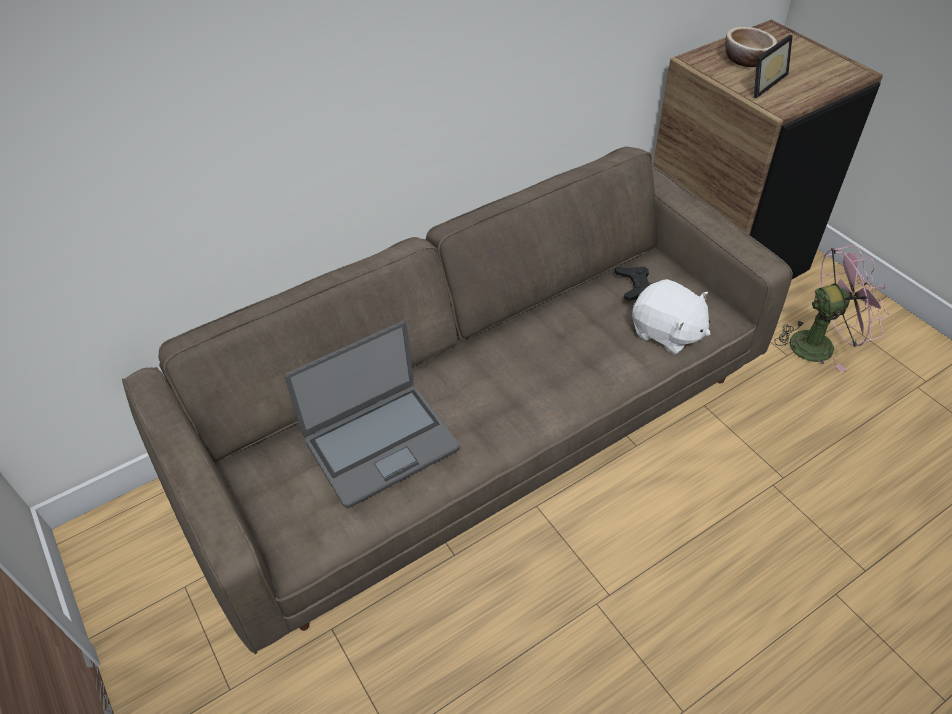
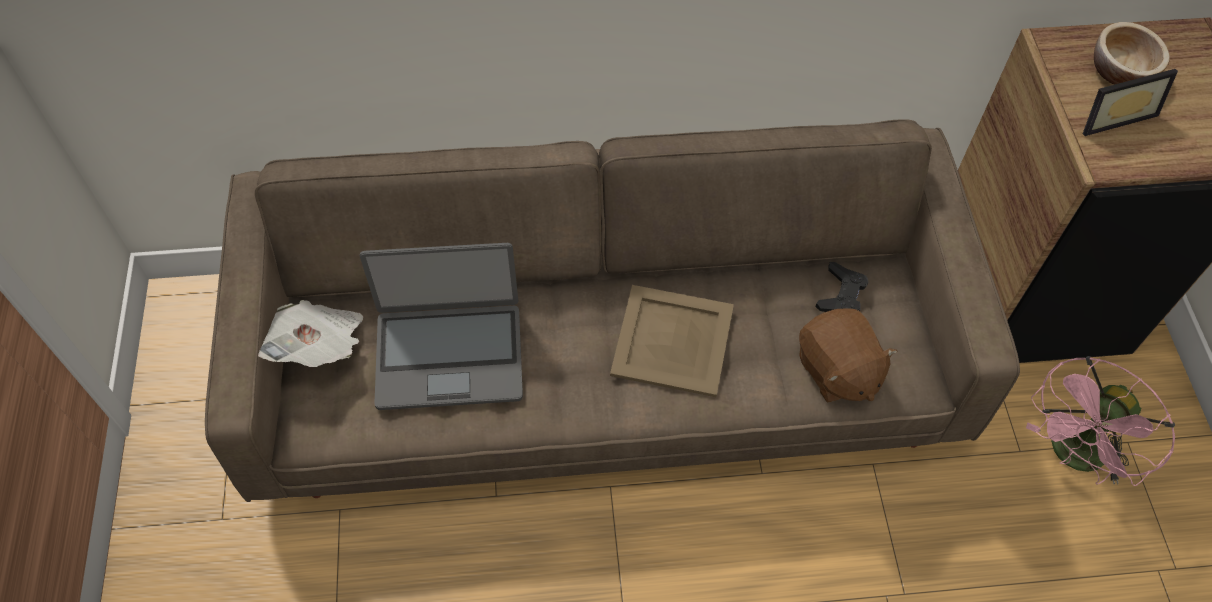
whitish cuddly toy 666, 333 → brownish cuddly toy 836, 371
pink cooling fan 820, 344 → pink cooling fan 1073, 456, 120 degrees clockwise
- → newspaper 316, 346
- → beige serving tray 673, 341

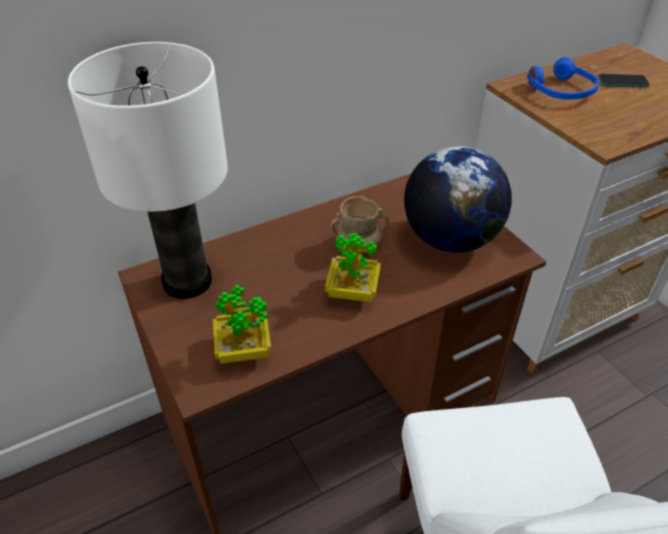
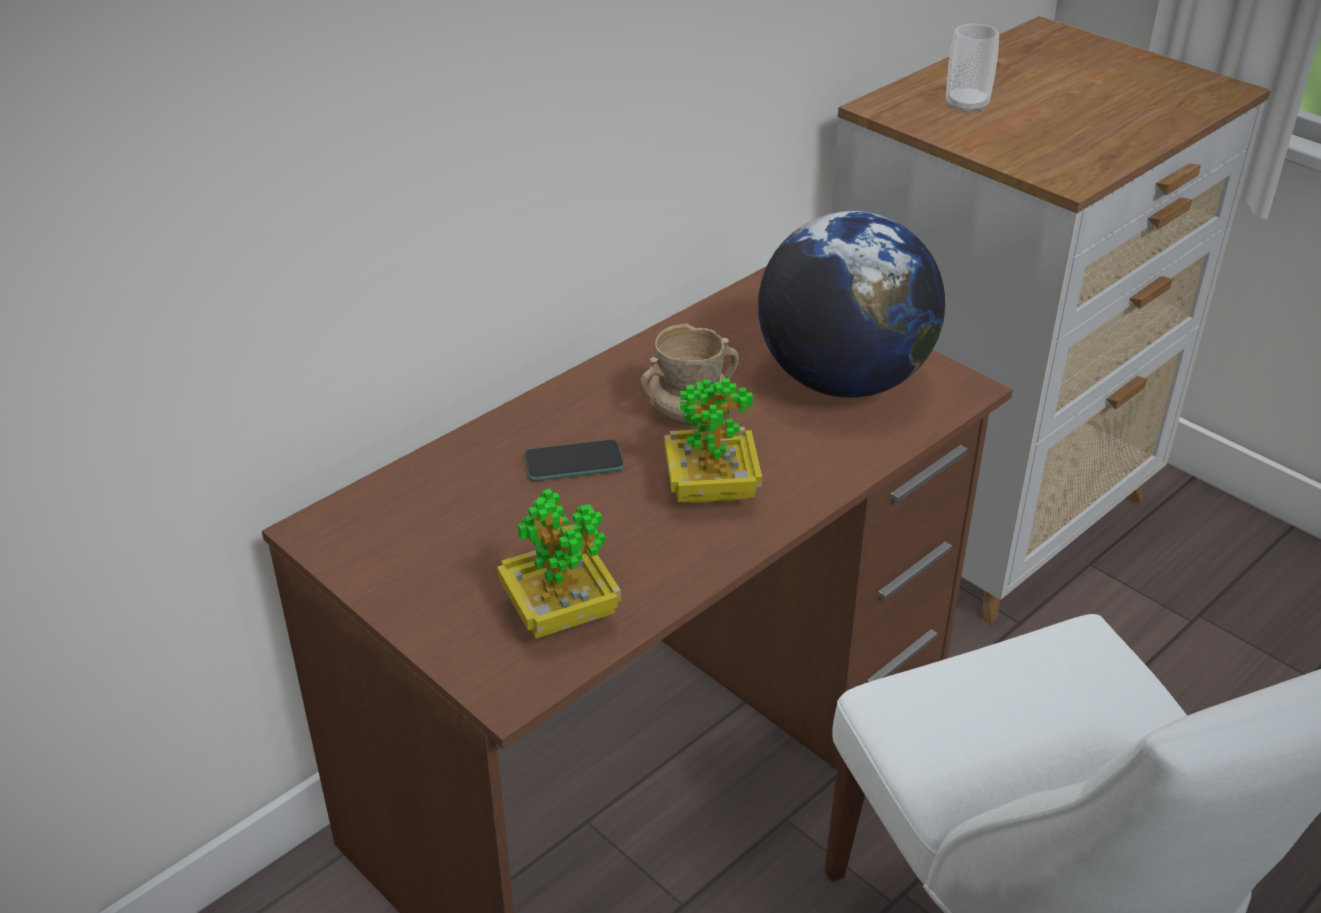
whitish lamp for a table 186, 281 → -
bluish pair of headphones 561, 91 → small cup 966, 106
telephone 623, 82 → telephone 574, 462, shifted

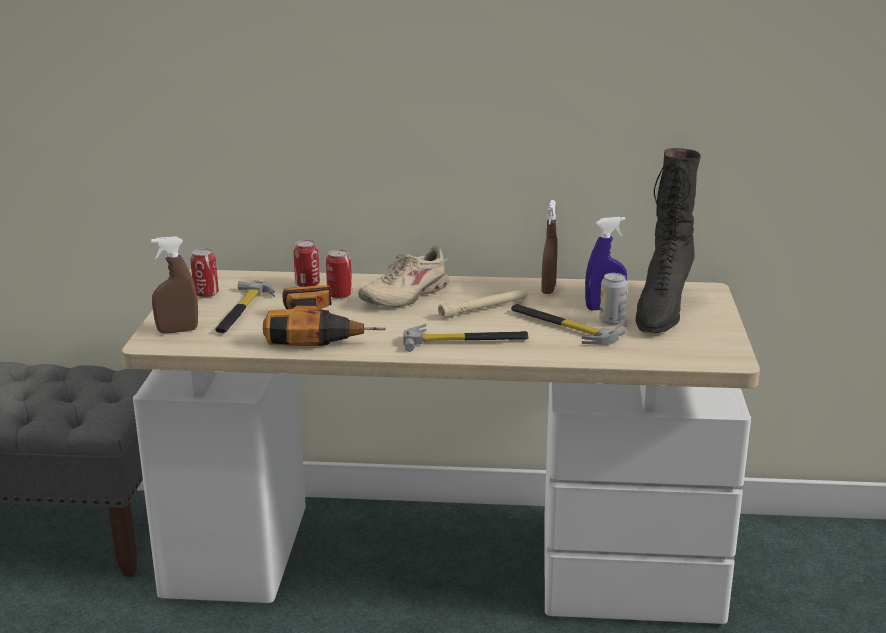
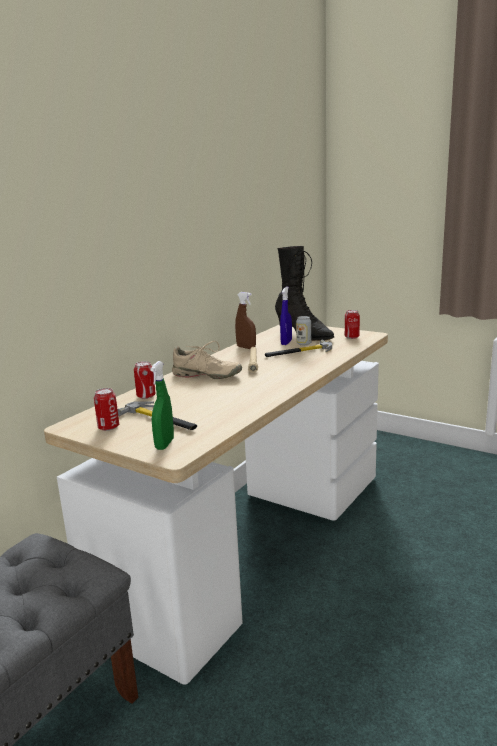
brownish hand sprayer 177, 330 → greenish hand sprayer 164, 444
drill 320, 329 → -
metal can 339, 295 → metal can 351, 337, shifted
beige item of footwear 404, 296 → beige item of footwear 206, 375, 60 degrees counterclockwise
hand hammer 465, 341 → -

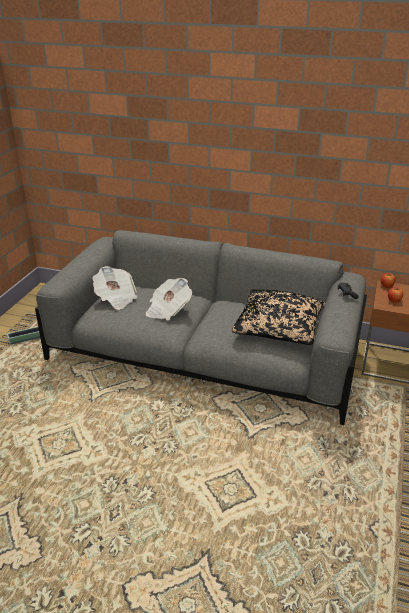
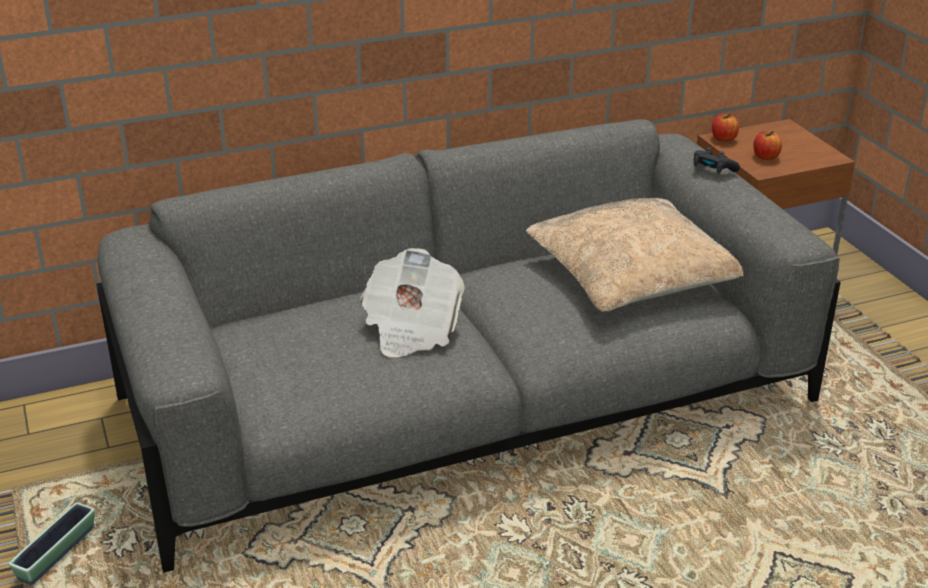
newspaper 116, 298 → -
black throw pillow 279, 327 → beige throw pillow 633, 274

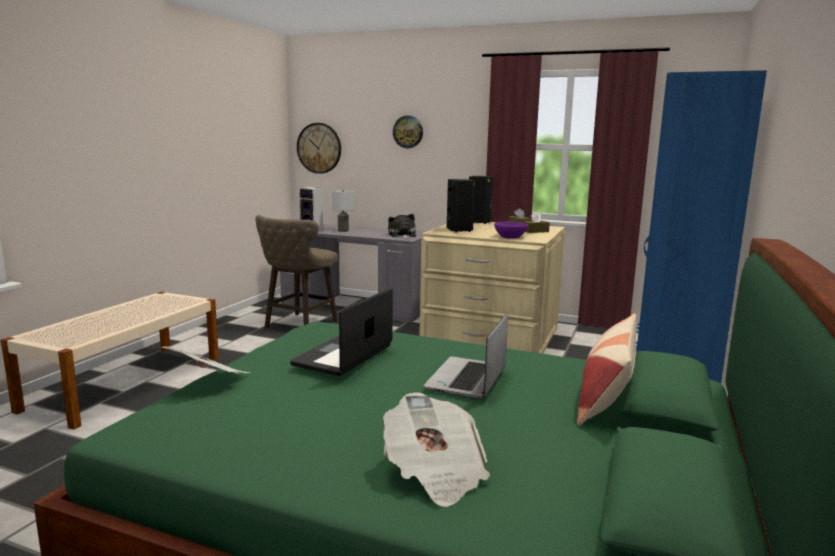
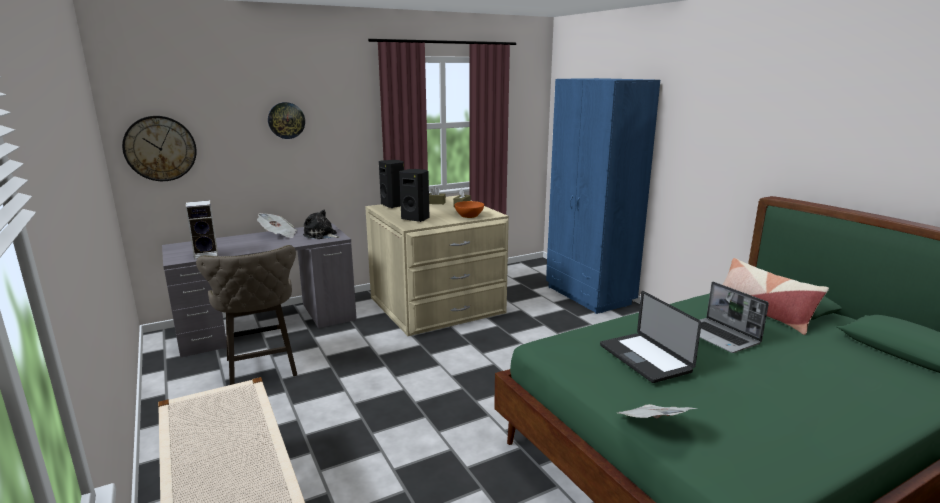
whitish lamp for a table 342, 231 → -
newspaper 435, 473 → newspaper 278, 235, shifted
purplish bowl 510, 237 → orangey bowl 469, 215

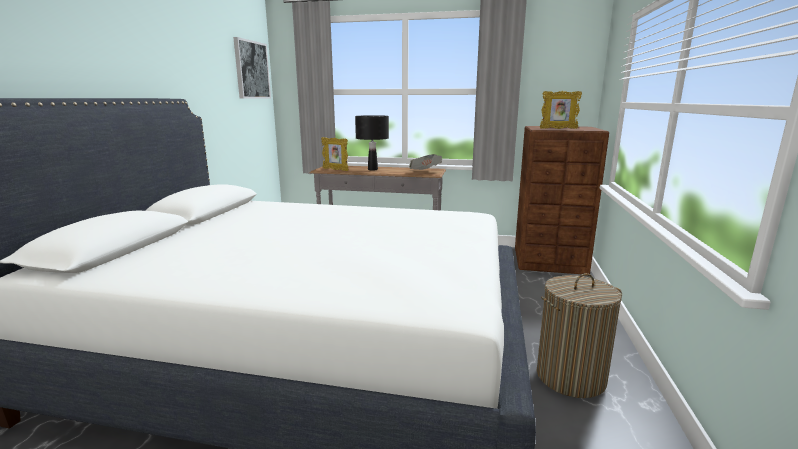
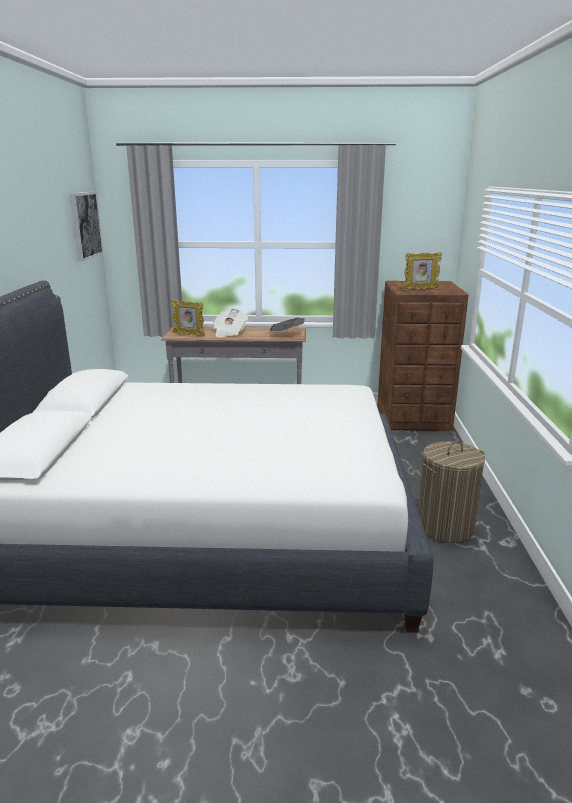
black lamp for a table 372, 169 → newspaper 229, 333

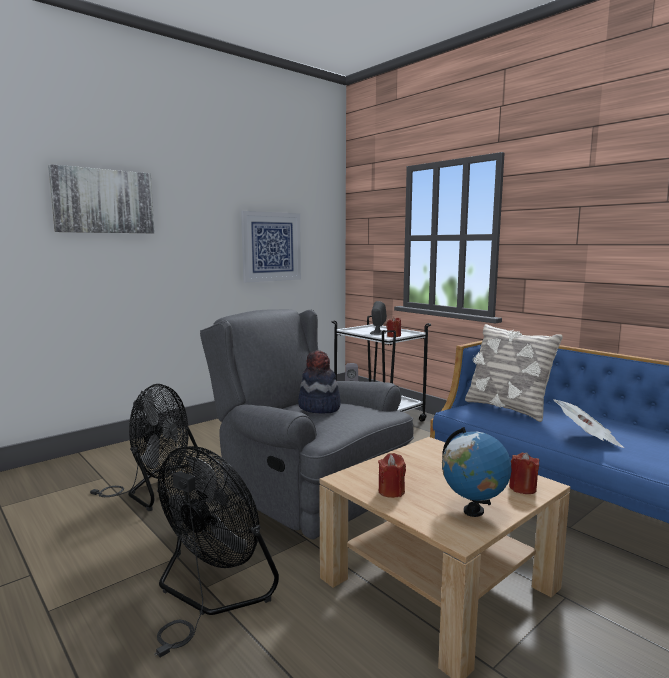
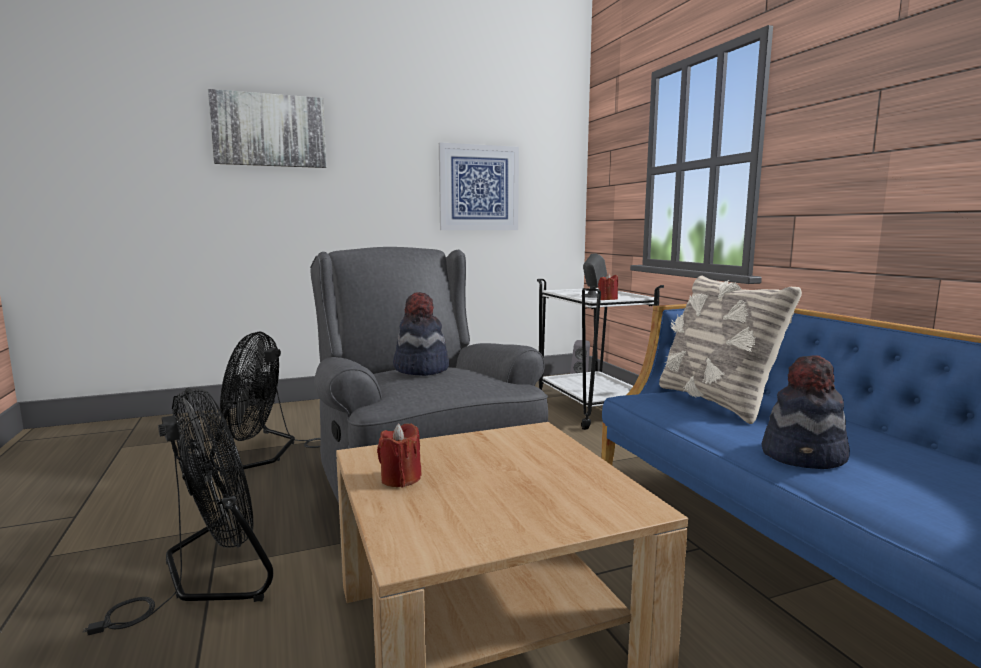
black cooling fan 153, 487 → black cooling fan 270, 450, 150 degrees clockwise
globe 473, 511 → -
red wax candle 522, 488 → -
newspaper 587, 439 → clothing hat 804, 456

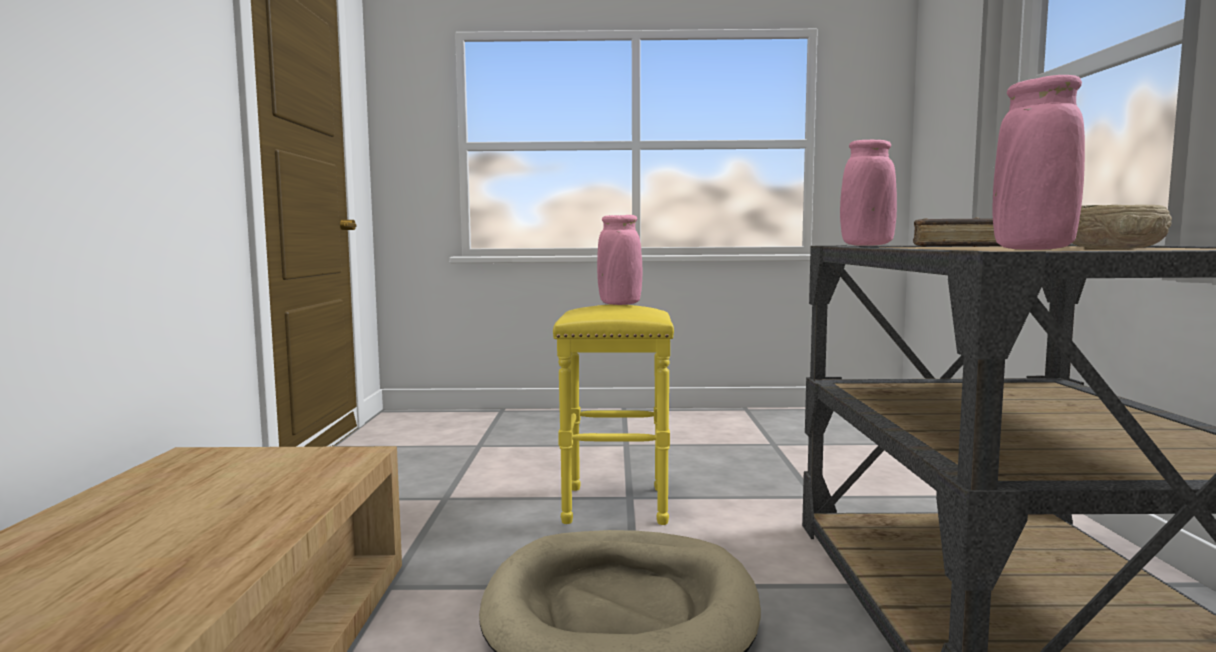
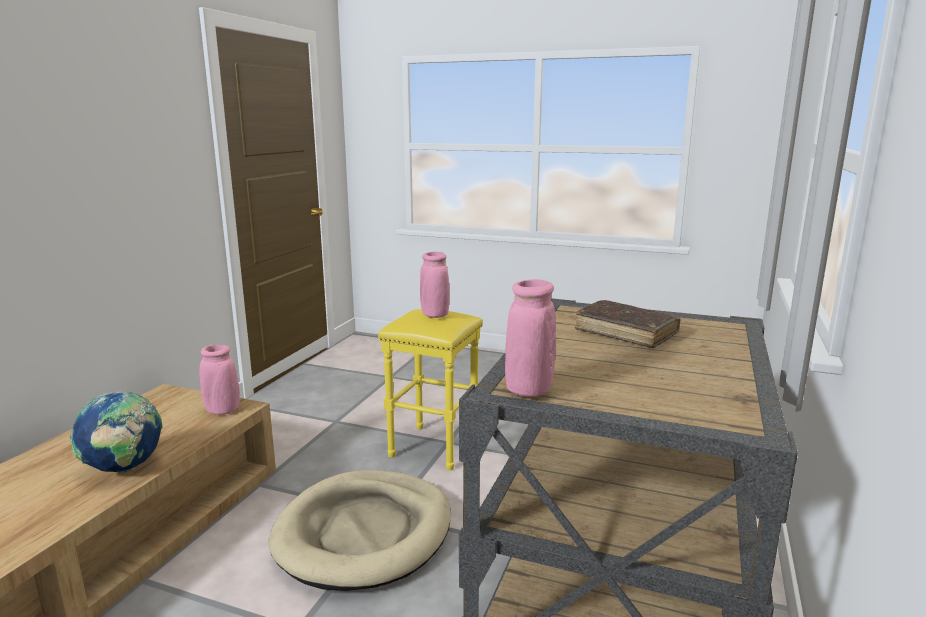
pink decorative vase 867, 245 → pink decorative vase 222, 410, shifted
beige bowl 1111, 248 → -
- → globe 124, 469

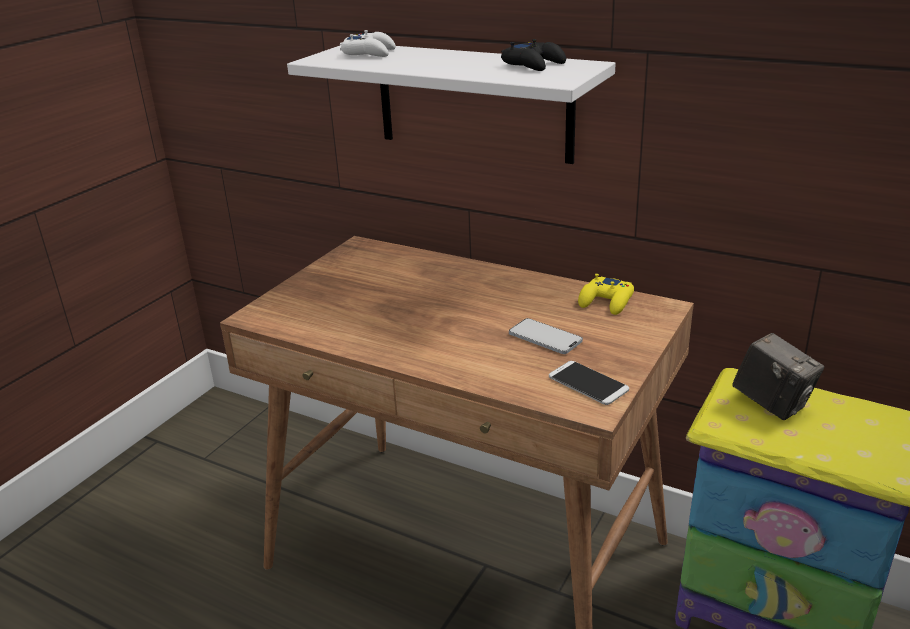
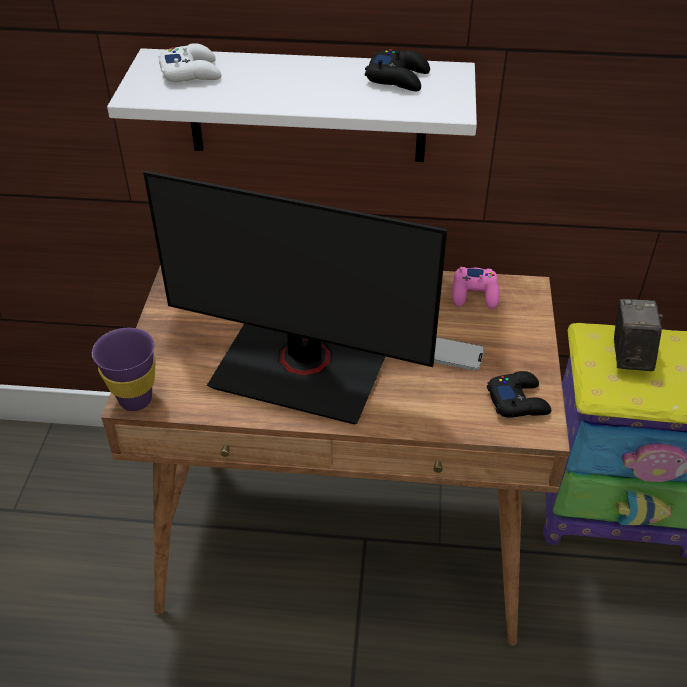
telephone 588, 383 → black game controller 518, 401
yellow-coloured game controller 606, 301 → pink game controller 475, 293
photo camera 772, 404 → photo camera 629, 356, 105 degrees counterclockwise
- → purplish small cup 135, 399
- → computer display 301, 369

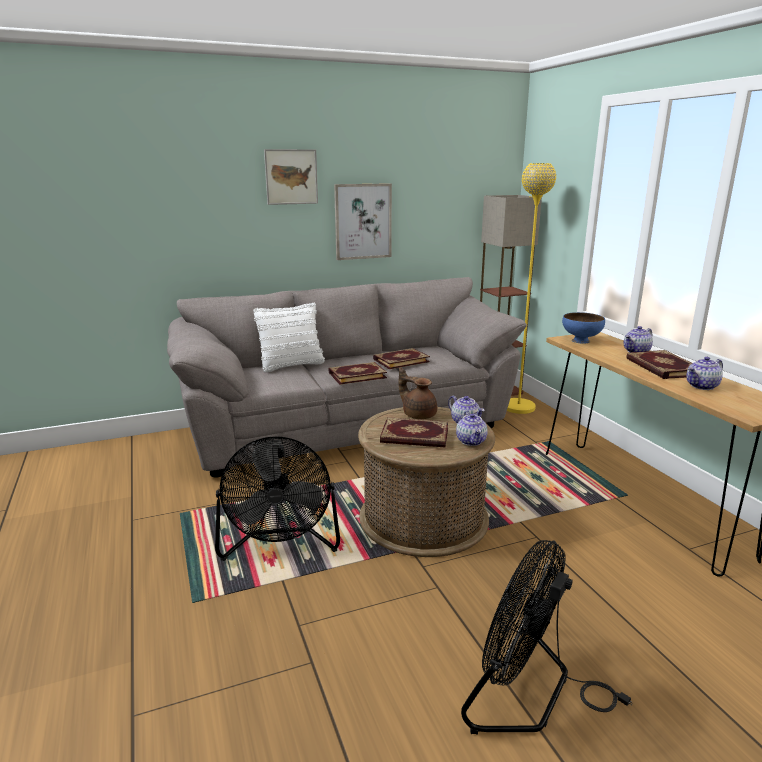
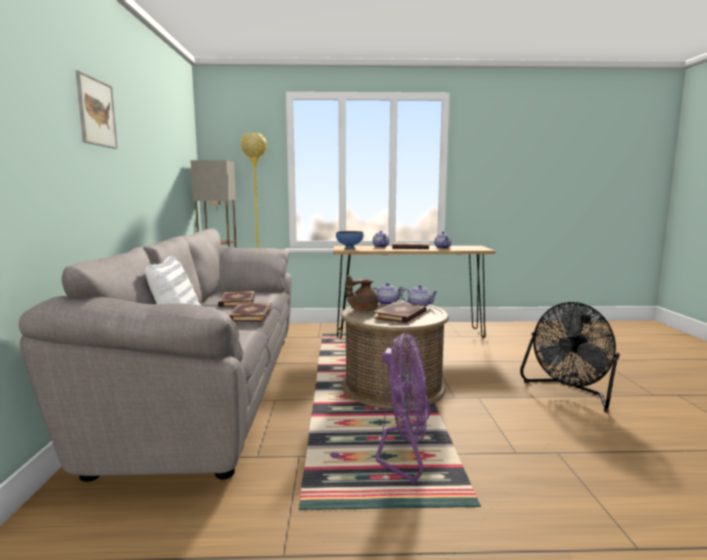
black cooling fan 276, 542 → purplish cooling fan 396, 451
picture 363, 221 → -

